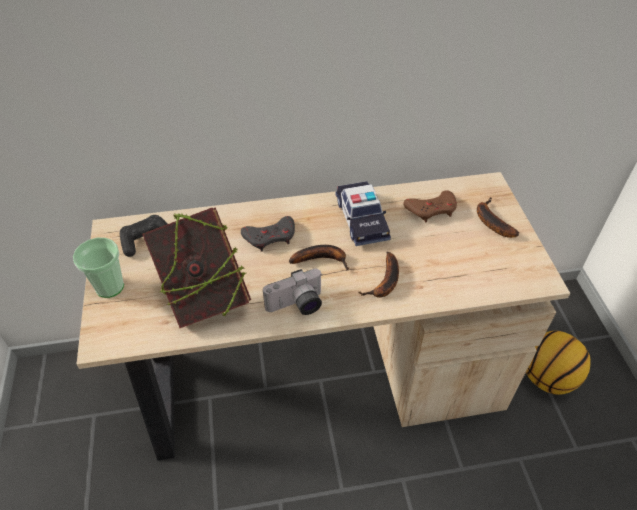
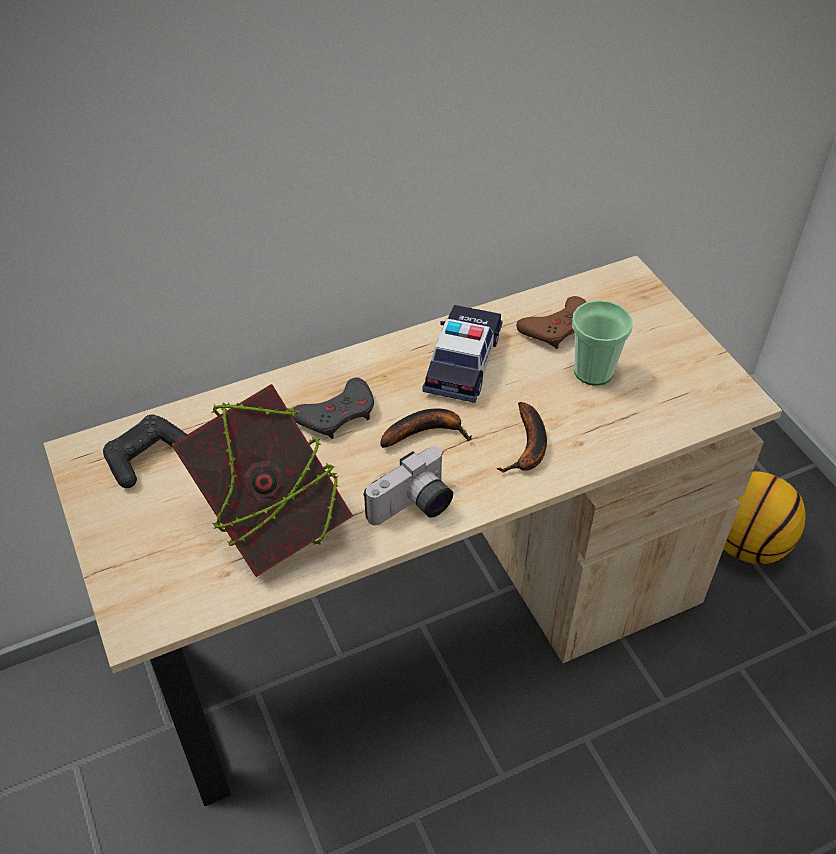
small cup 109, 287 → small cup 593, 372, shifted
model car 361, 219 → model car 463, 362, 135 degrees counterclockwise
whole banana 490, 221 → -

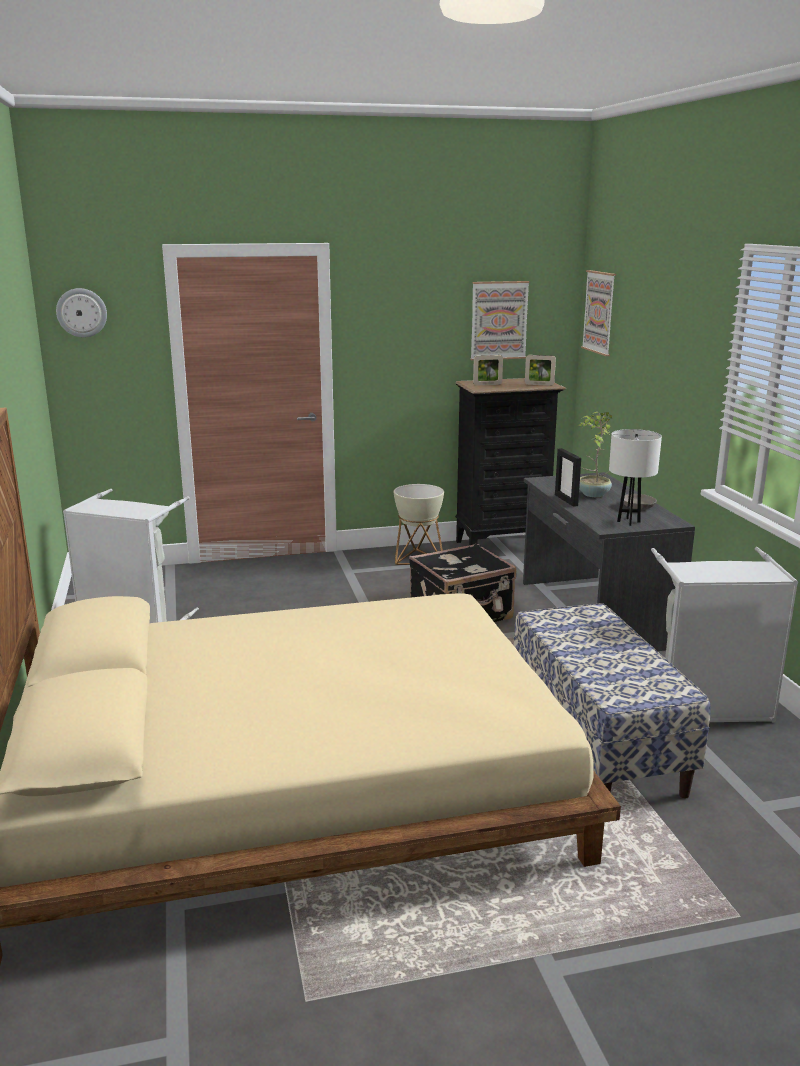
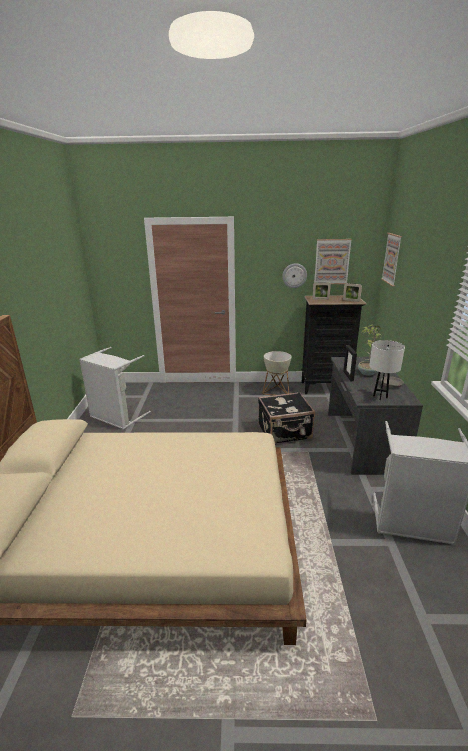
wall clock 81, 312 → wall clock 294, 275, shifted
indoor bench 595, 743 → -

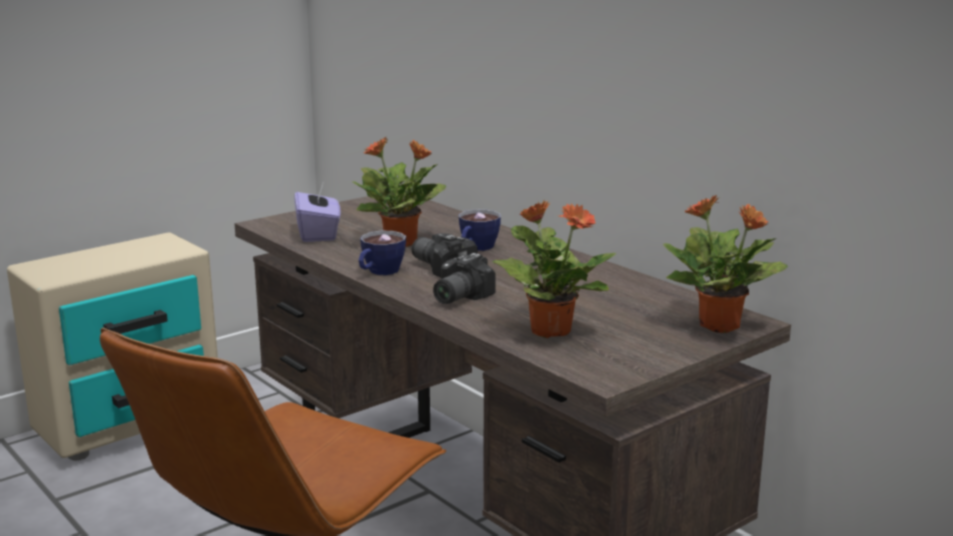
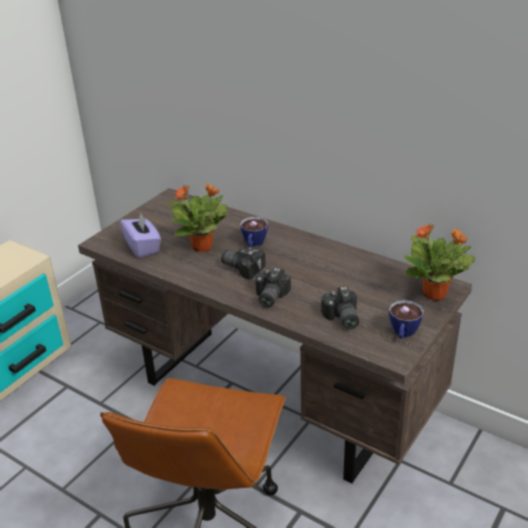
small cup 379, 272 → small cup 403, 333, shifted
potted plant 549, 330 → photo camera 341, 318

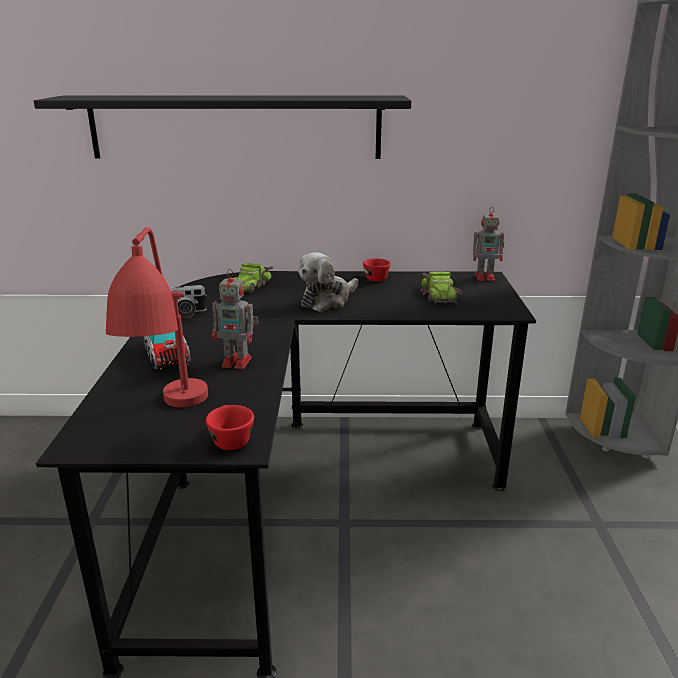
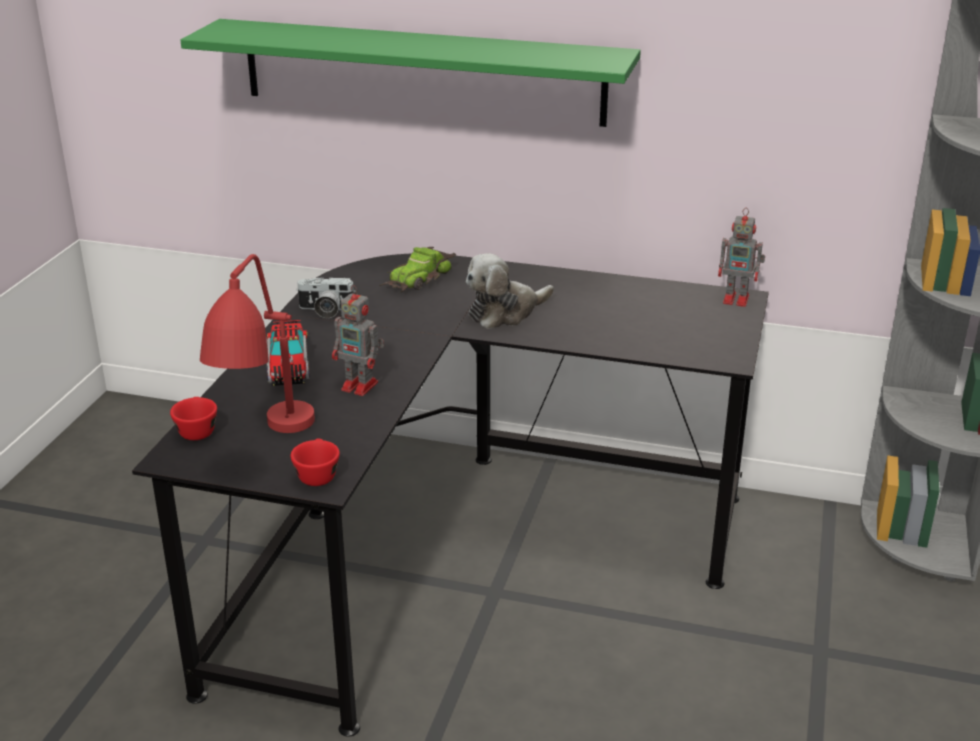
black wall shelf 235, 127 → greenish wall shelf 422, 72
red small cup 373, 278 → red small cup 196, 430, shifted
model car 440, 295 → -

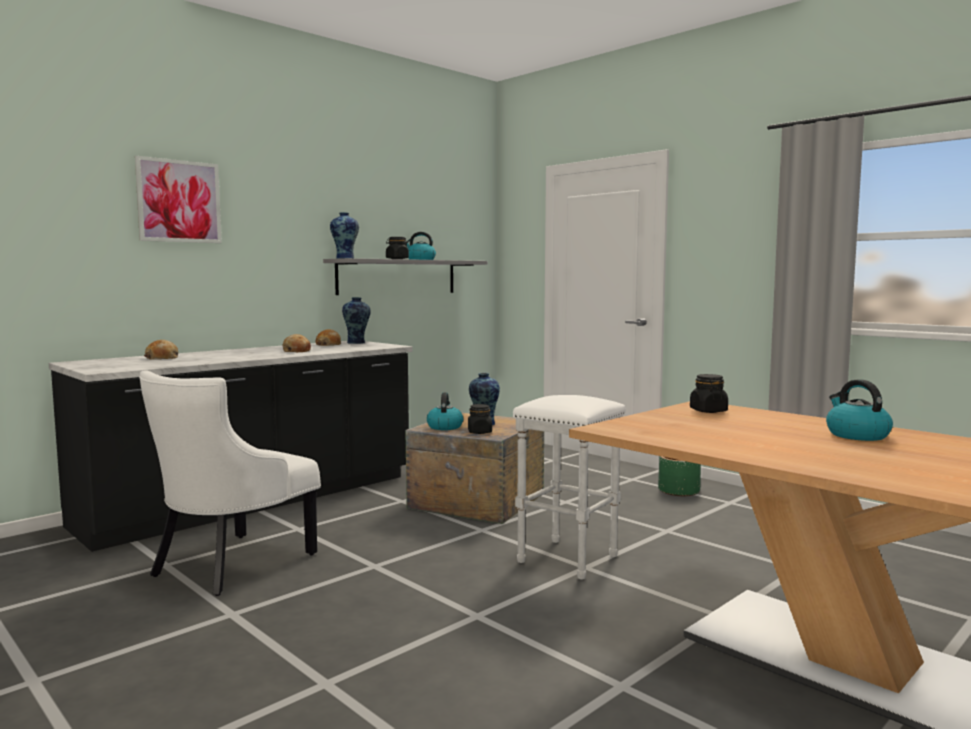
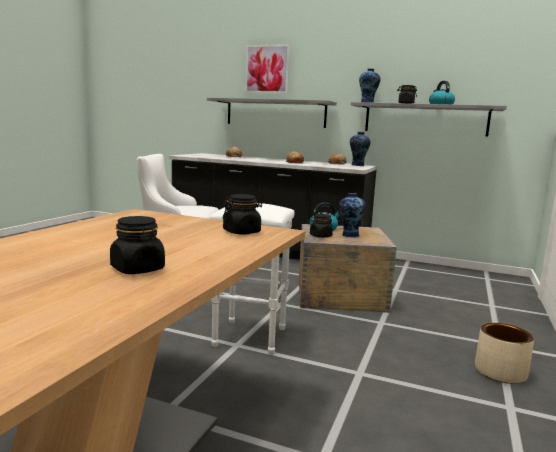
greenish plant pot 679, 491 → beige plant pot 500, 372
kettle 856, 435 → black jar 138, 269
- → grey wall shelf 275, 113

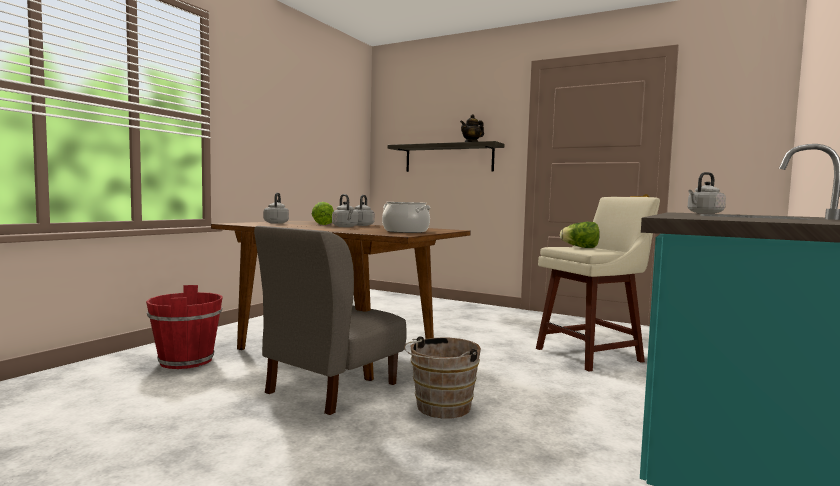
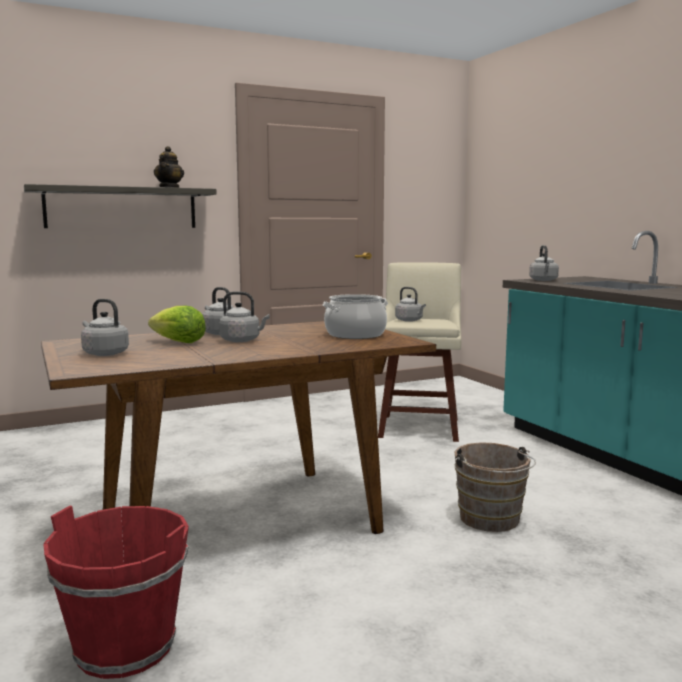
grey plain chair 331, 388 → -
head of lettuce 580, 247 → grey kettle 410, 320

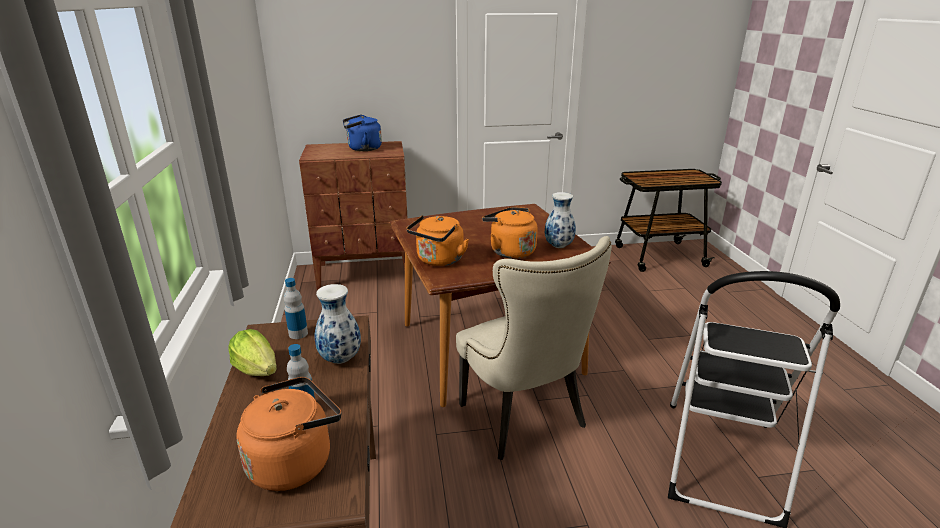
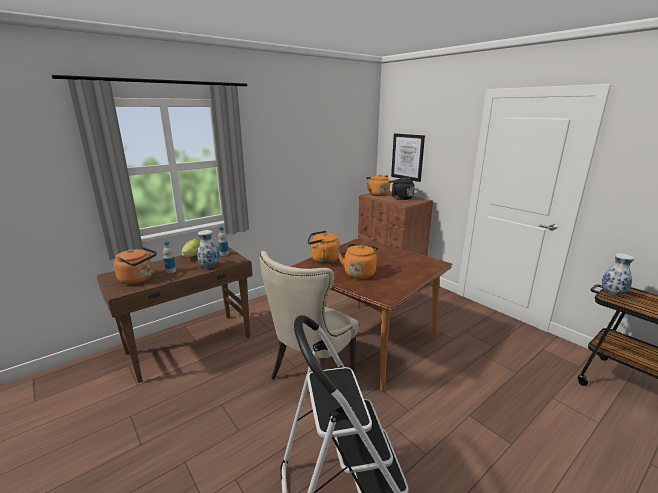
bluish kettle 362, 149 → black kettle 400, 198
decorative vase 559, 246 → decorative vase 613, 294, shifted
- → orangey kettle 377, 194
- → picture 407, 157

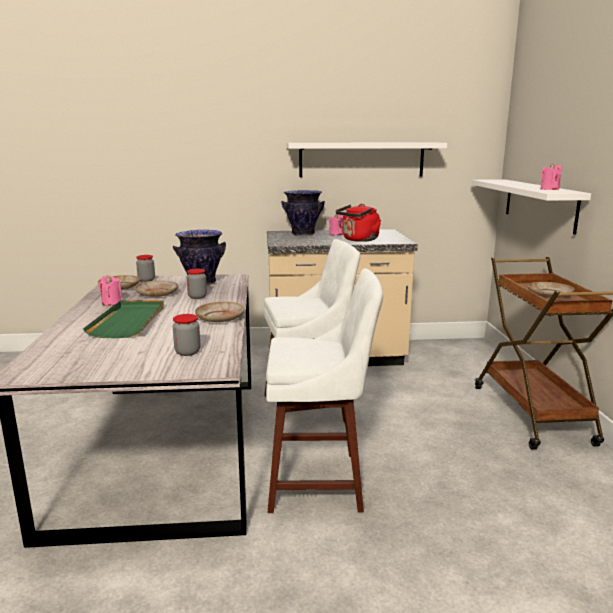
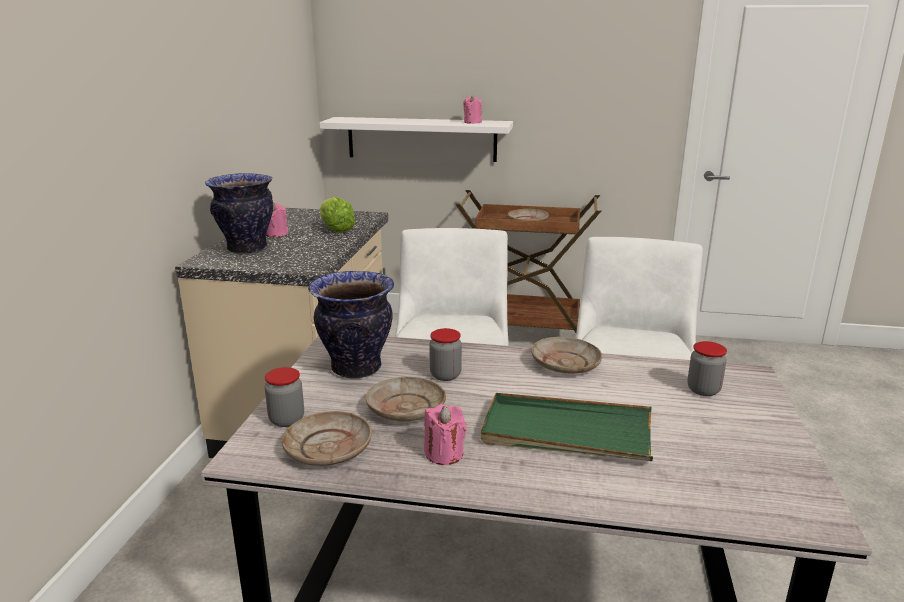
whitish wall shelf 361, 159 → -
red kettle 358, 240 → head of lettuce 335, 229

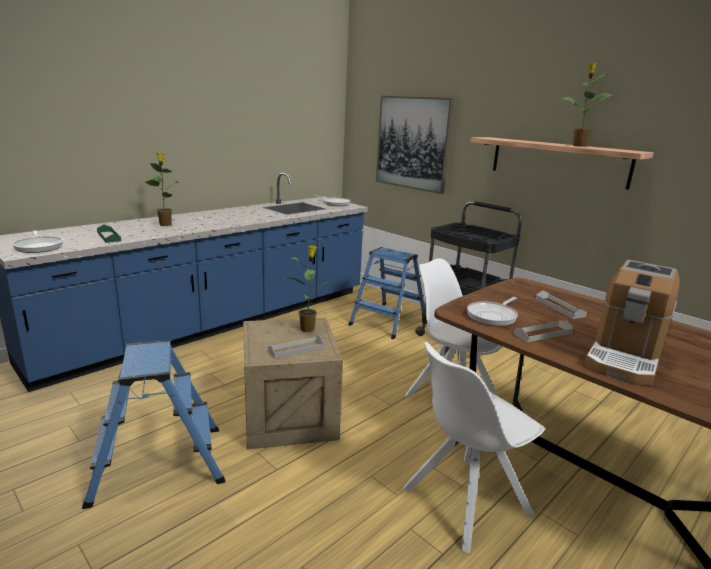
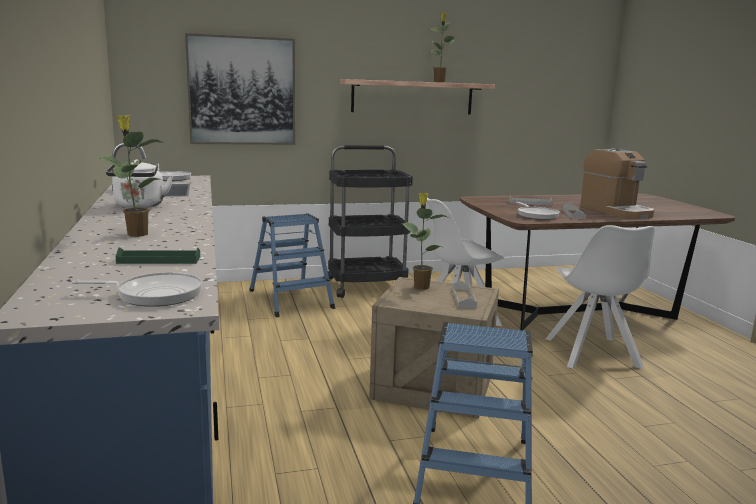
- → whitish kettle 139, 206

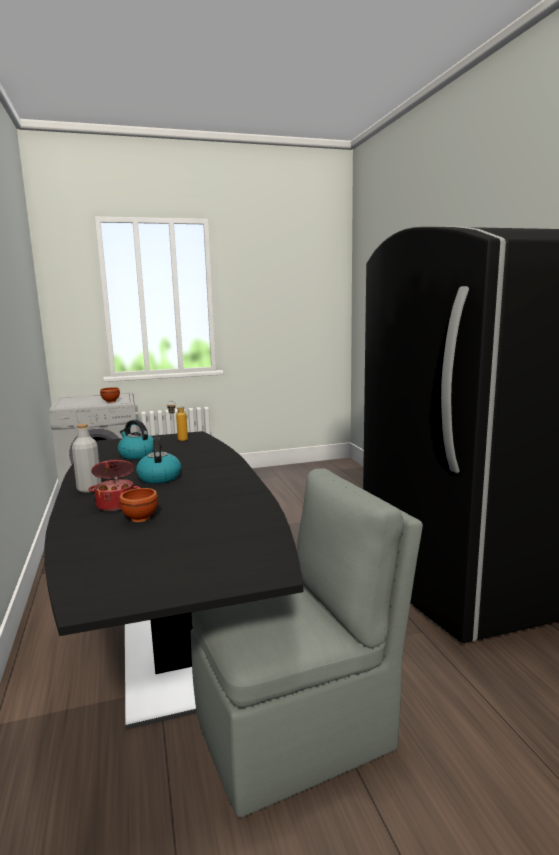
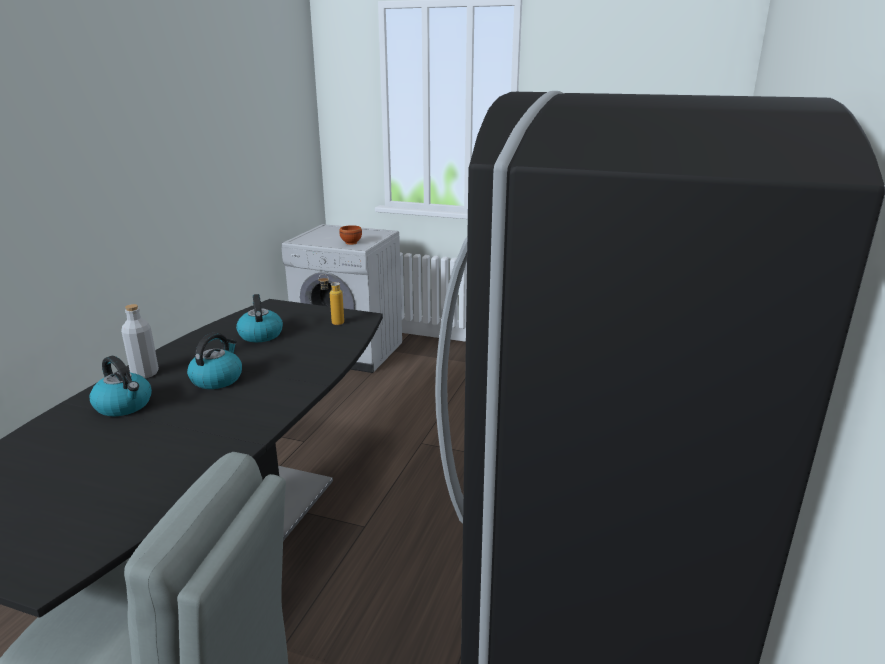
cooking pot 116, 504 → kettle 124, 405
brownish bowl 141, 518 → -

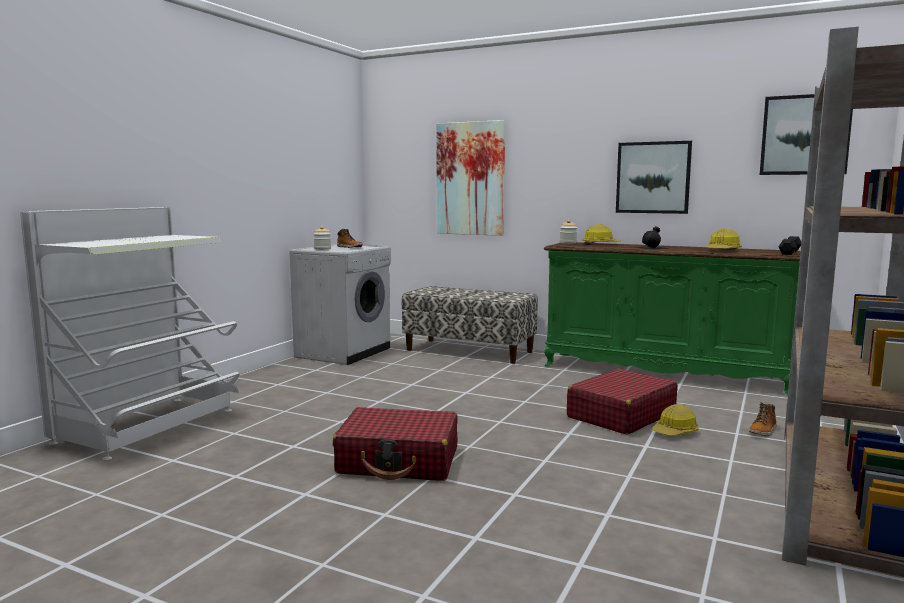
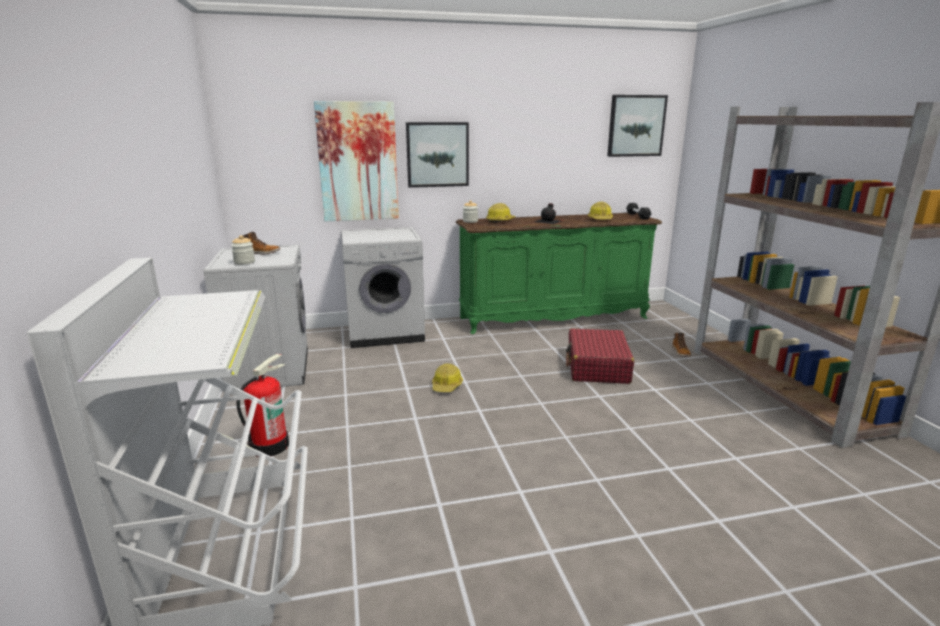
red suitcase 399, 461 → -
indoor bench 469, 351 → whitish washing machine 386, 334
picture 653, 177 → picture 437, 154, shifted
safety helmet 675, 432 → safety helmet 447, 386, shifted
- → extinguisher 269, 446

